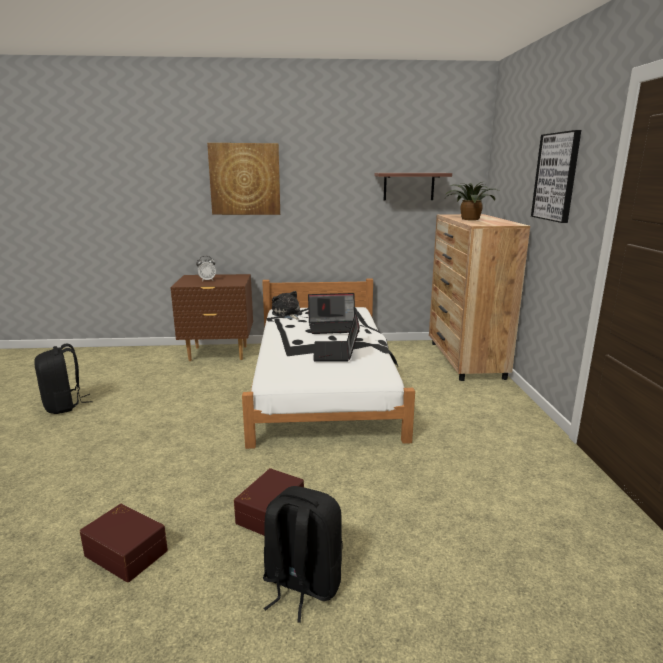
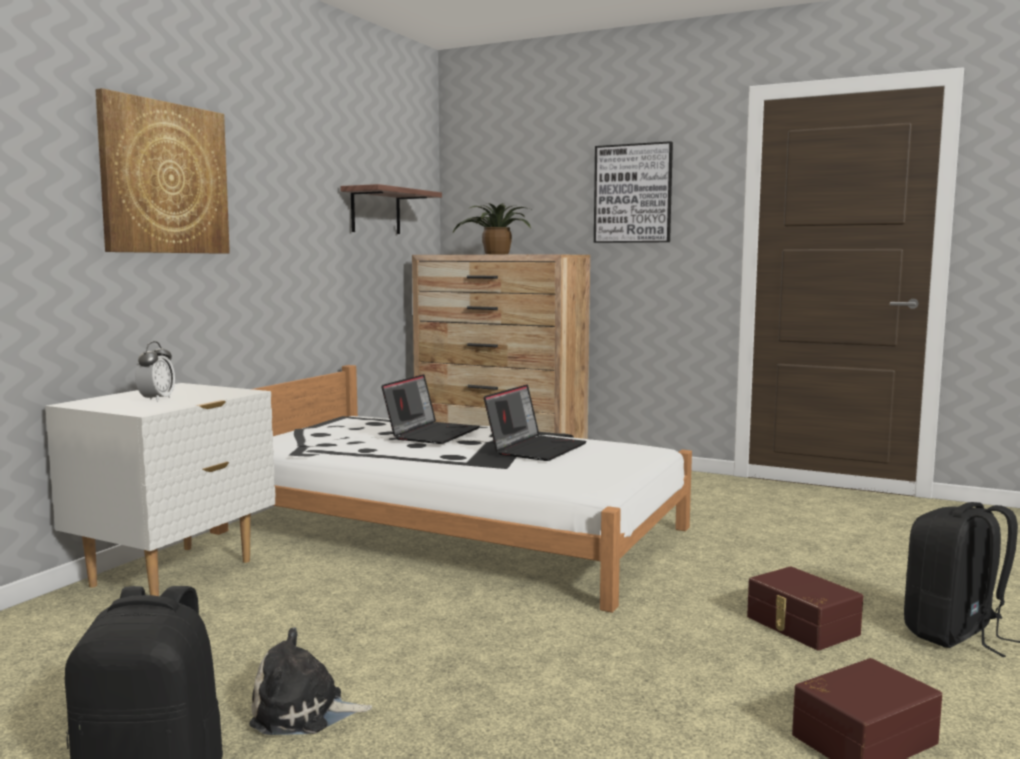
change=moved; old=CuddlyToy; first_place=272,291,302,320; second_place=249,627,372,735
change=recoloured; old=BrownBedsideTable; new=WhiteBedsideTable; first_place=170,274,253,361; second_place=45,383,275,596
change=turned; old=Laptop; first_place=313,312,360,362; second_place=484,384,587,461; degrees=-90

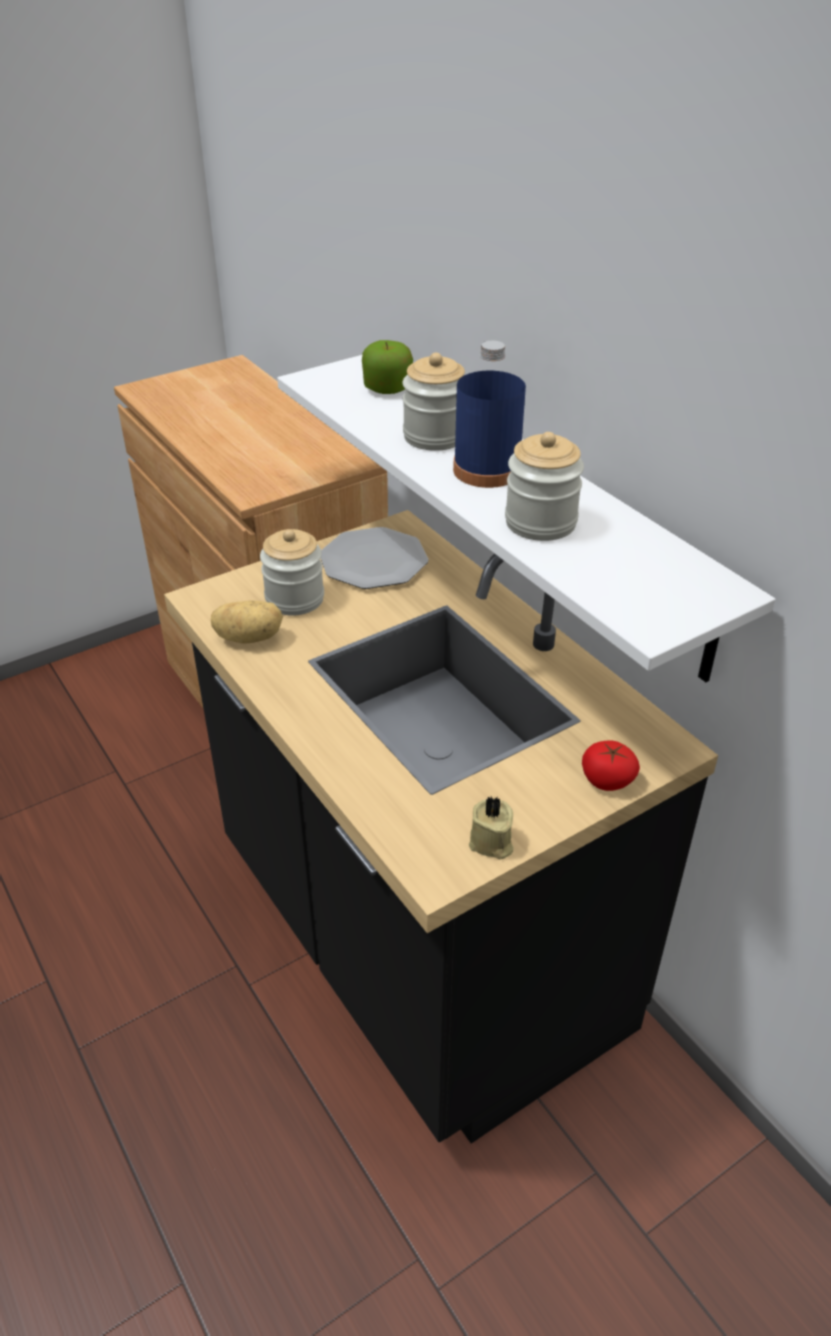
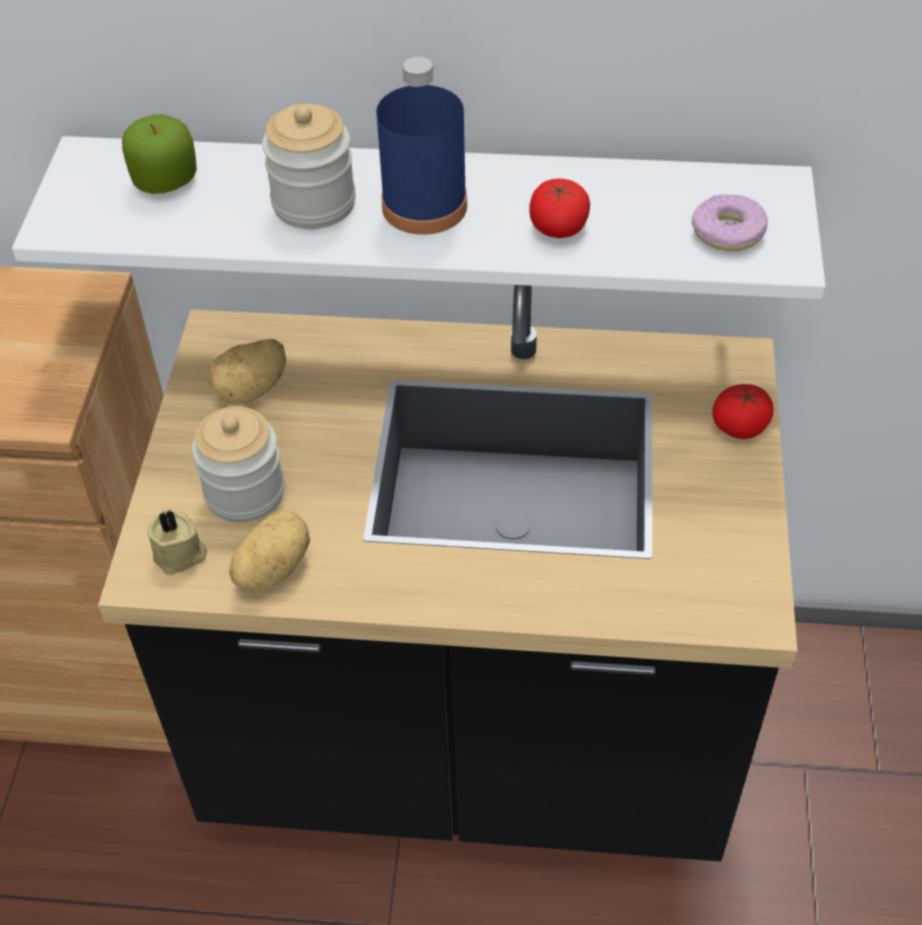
change=added; new=RingDoughnut; second_place=692,194,768,251
change=moved; old=BeigeColouredCandle; first_place=469,797,514,860; second_place=147,510,207,575
change=replaced; old=DinnerPlate; new=Spud; first_place=321,527,428,589; second_place=208,339,286,405
change=replaced; old=PreserveJar; new=Tomato; first_place=505,432,584,541; second_place=529,179,590,238

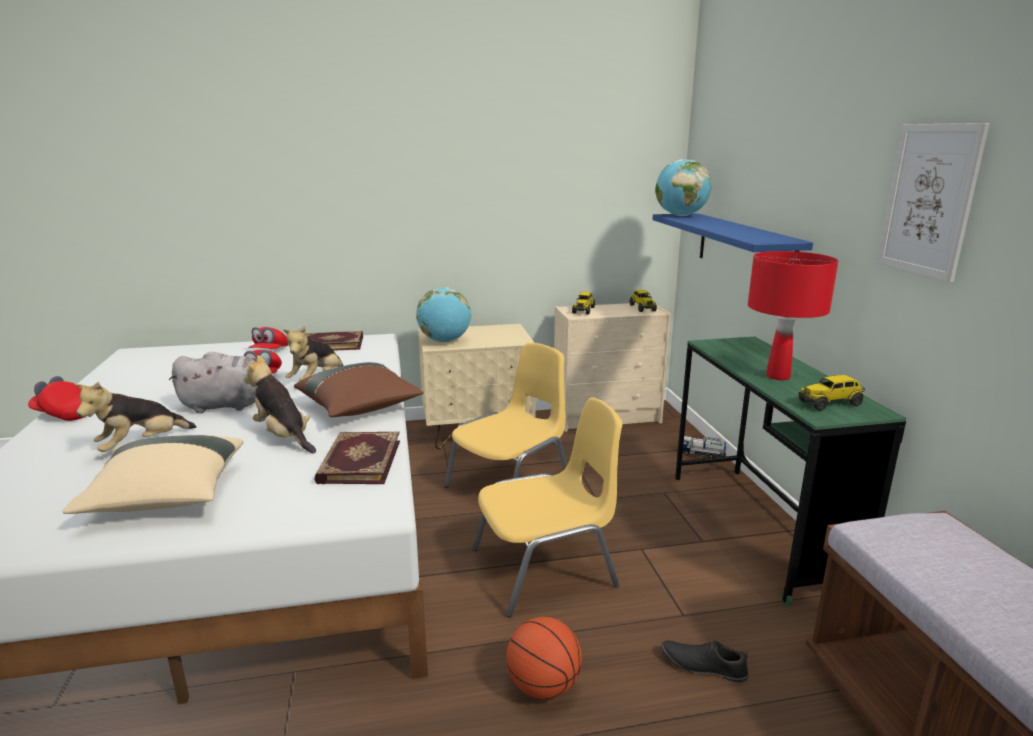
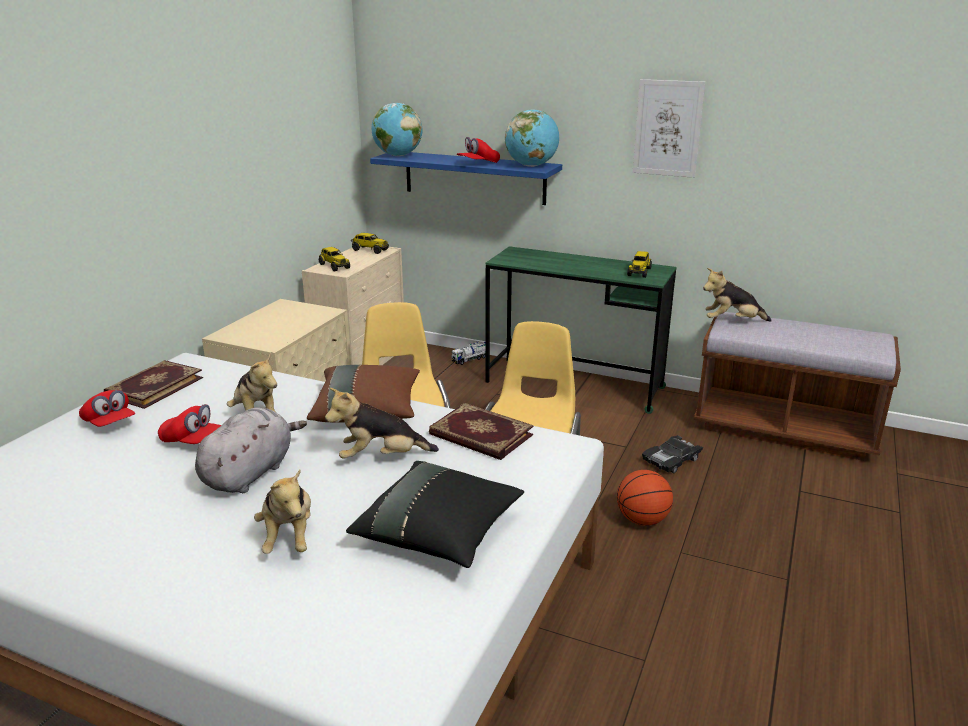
change=removed; old=RedLampForATable; first_place=748,251,838,380
change=added; new=CuddlyToy; second_place=703,268,772,322
change=moved; old=RedCap; first_place=28,376,86,421; second_place=457,137,500,163
change=moved; old=WorldGlobe; first_place=416,287,471,342; second_place=505,109,559,167
change=replaced; old=BlackishLowShoe; new=BlackishToyCar; first_place=661,640,748,682; second_place=642,435,703,474
change=recoloured; old=BeigeColouredThrowPillow; new=BlackishThrowPillow; first_place=62,435,243,514; second_place=346,461,524,568

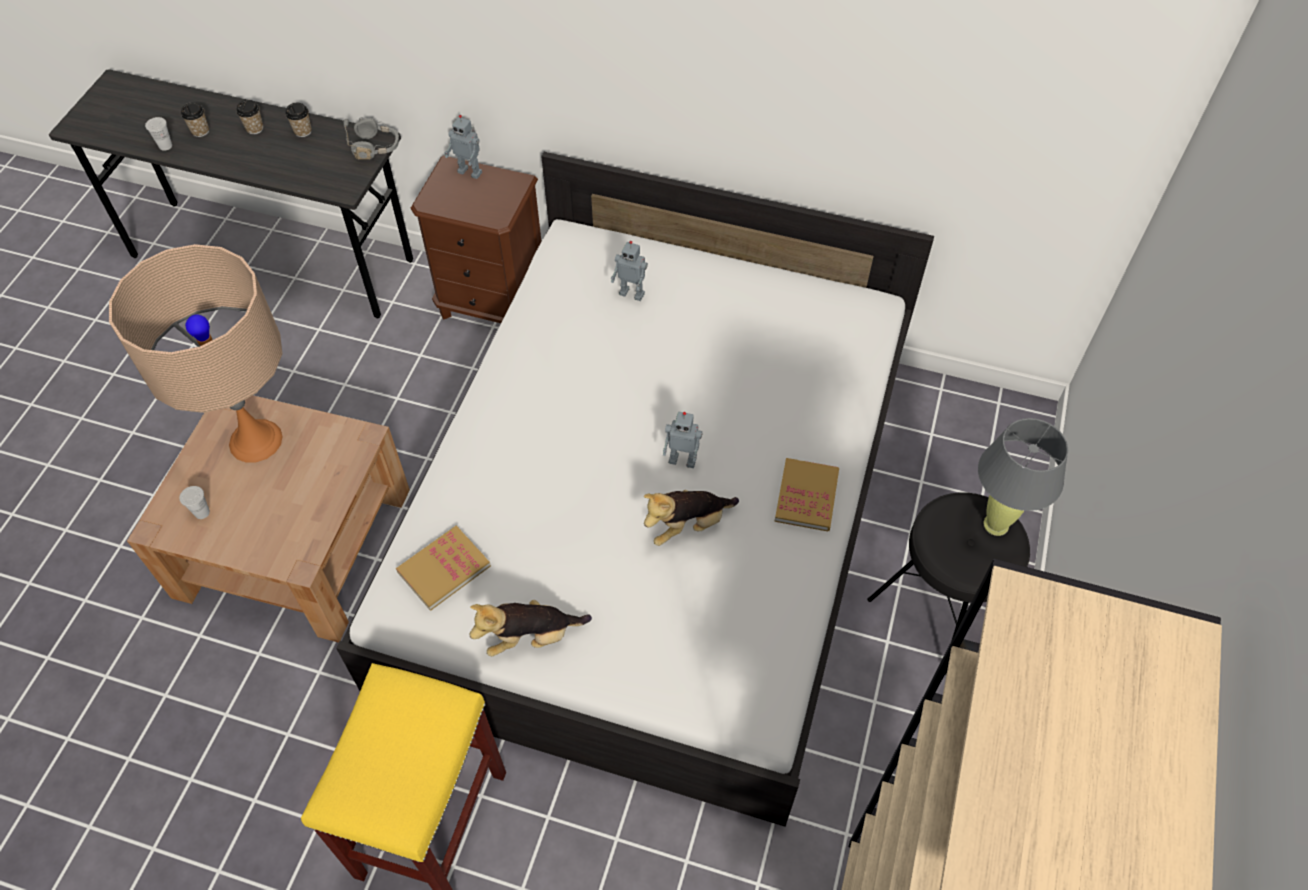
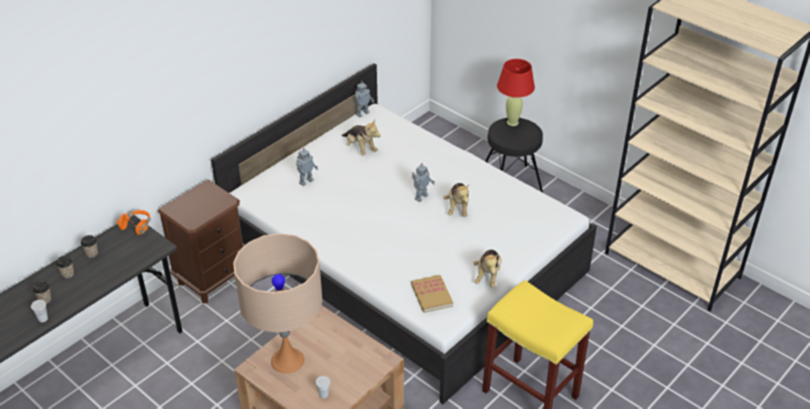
change=removed; old=Book; first_place=774,458,839,531
change=added; new=CuddlyToy; second_place=342,120,381,156
change=moved; old=ModelRobot; first_place=445,115,482,179; second_place=354,81,374,117
change=recoloured; old=GreyPairOfHeadphones; new=OrangeColouredPairOfHeadphones; first_place=343,118,399,160; second_place=116,210,151,235
change=recoloured; old=GreyLampForATable; new=RedLampForATable; first_place=978,418,1068,536; second_place=497,59,535,126

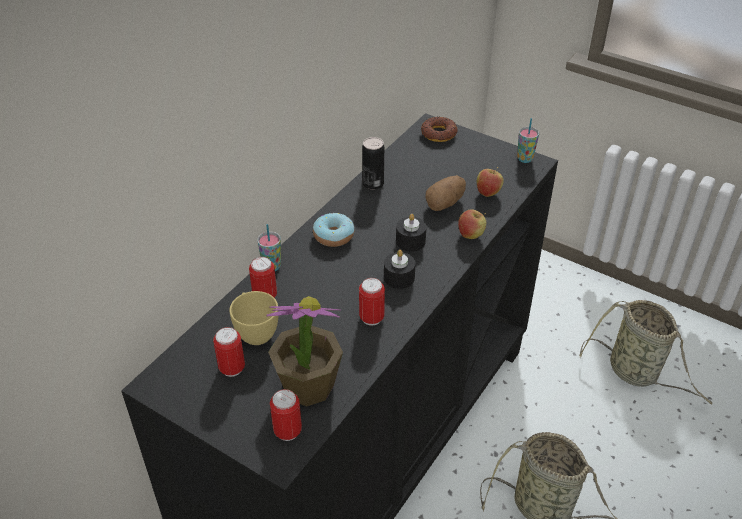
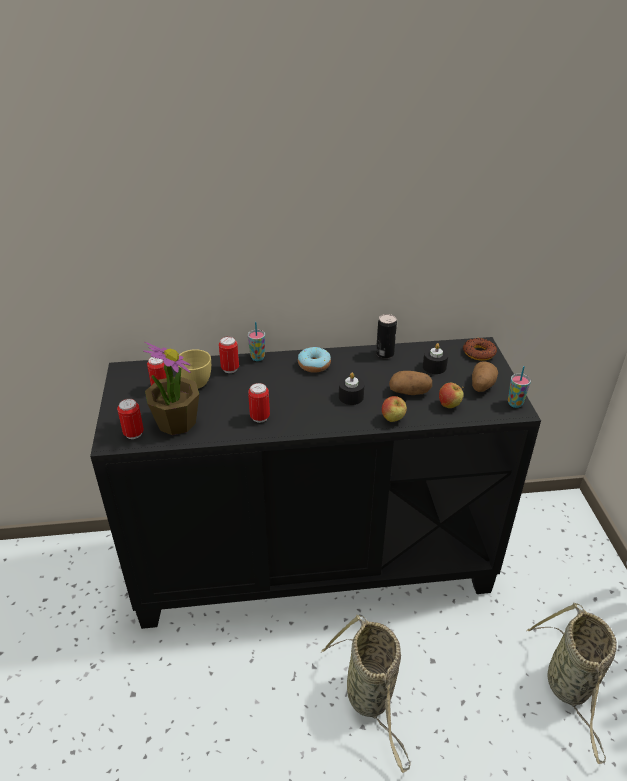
change=added; new=Spud; second_place=472,361,498,392
change=moved; old=BlackishCandle; first_place=384,250,415,289; second_place=423,343,448,374

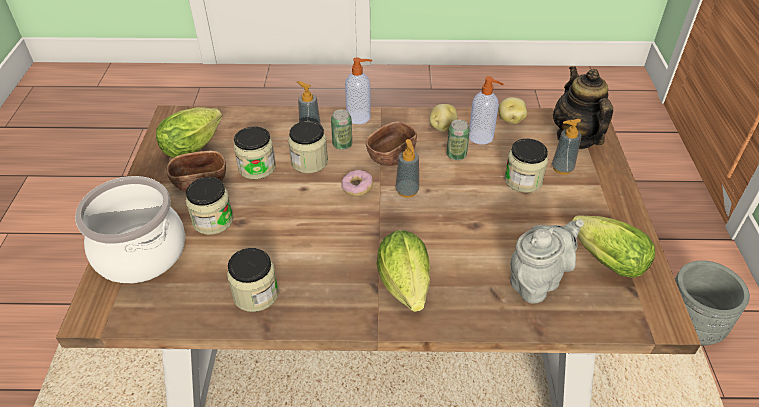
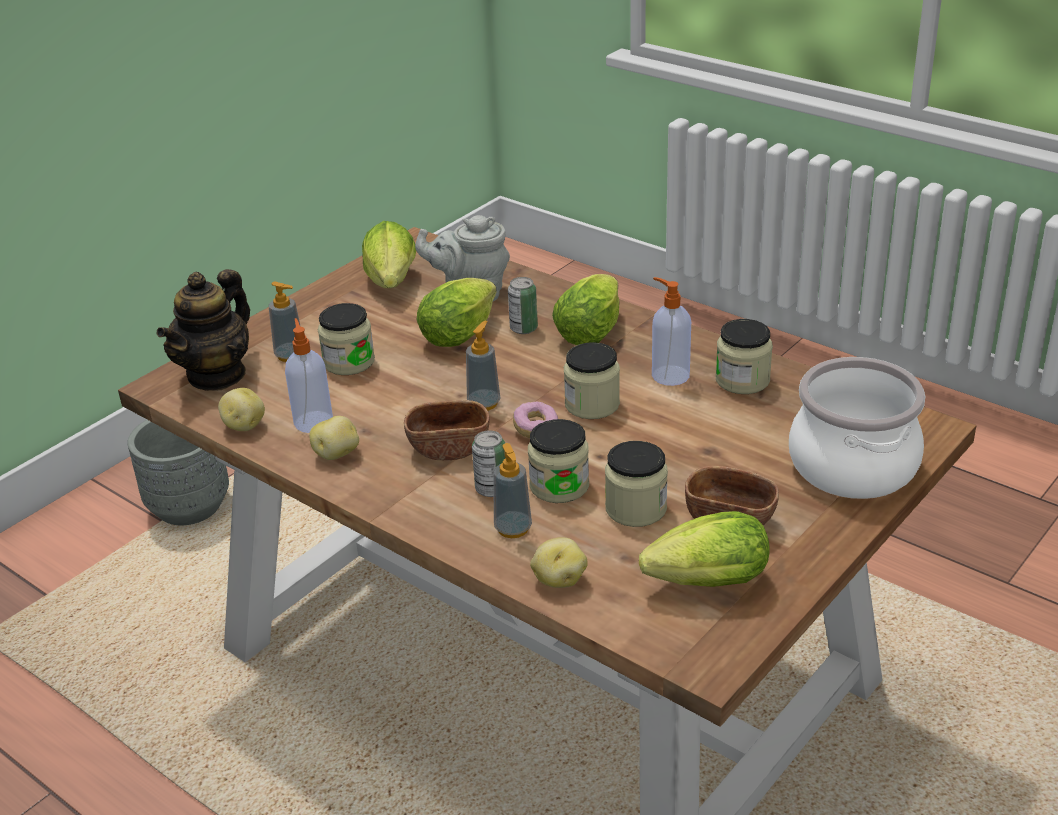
change=added; new=Lettuce; second_place=417,278,497,347
change=added; new=Spud; second_place=530,537,588,588
change=moved; old=PreserveJar; first_place=186,177,234,235; second_place=564,342,620,419
change=moved; old=SoapDispenser; first_place=345,57,372,124; second_place=652,277,691,386
change=moved; old=SealedCan; first_place=447,120,470,160; second_place=508,277,538,334

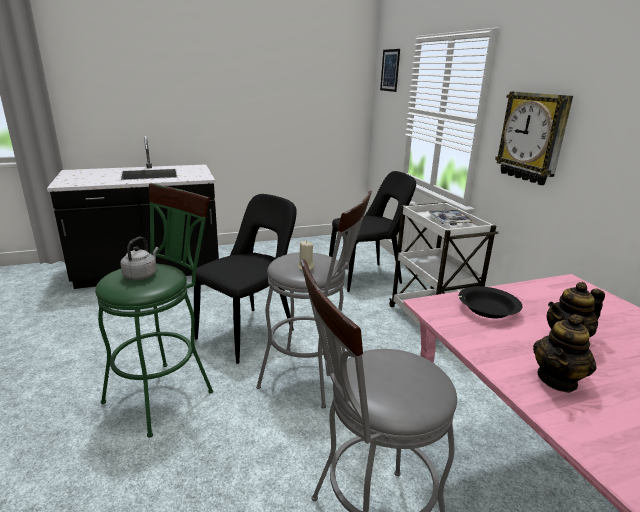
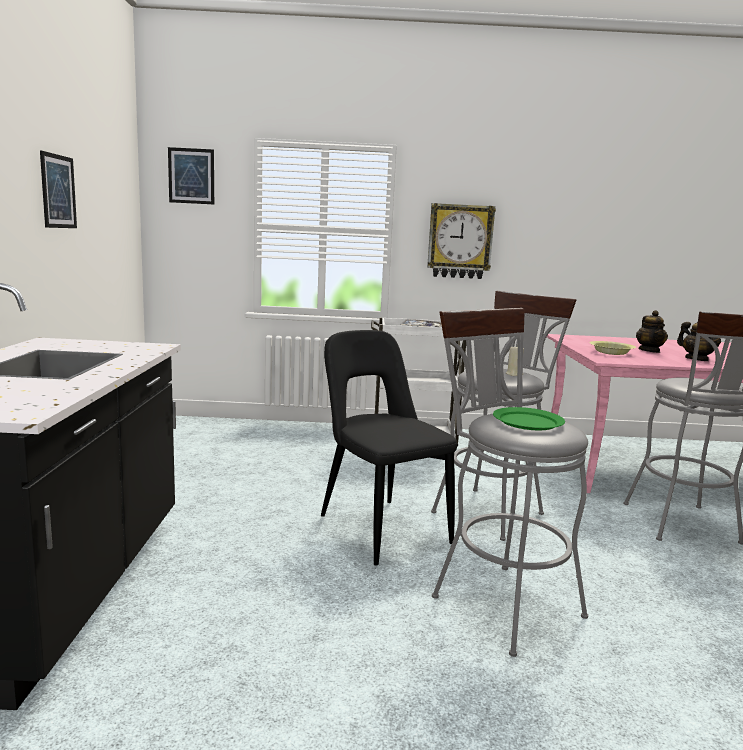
change=removed; old=BlackishChair; first_place=329,171,416,292
change=added; new=WallPicture; second_place=40,150,77,228
change=replaced; old=GreyWaterKettle; new=GreenColouredDinnerPlate; first_place=120,237,159,280; second_place=493,407,565,430
change=recoloured; old=GreenColouredStoolSeat; new=GreyStoolSeat; first_place=95,183,213,438; second_place=432,308,588,657
change=recoloured; old=BlackishBowl; new=YellowBowl; first_place=459,286,523,318; second_place=589,341,636,355

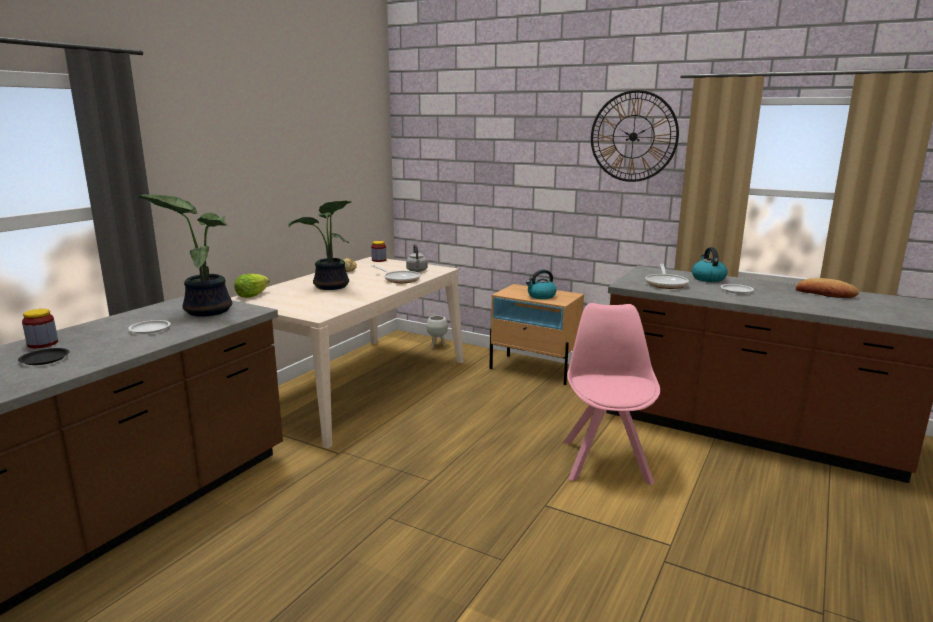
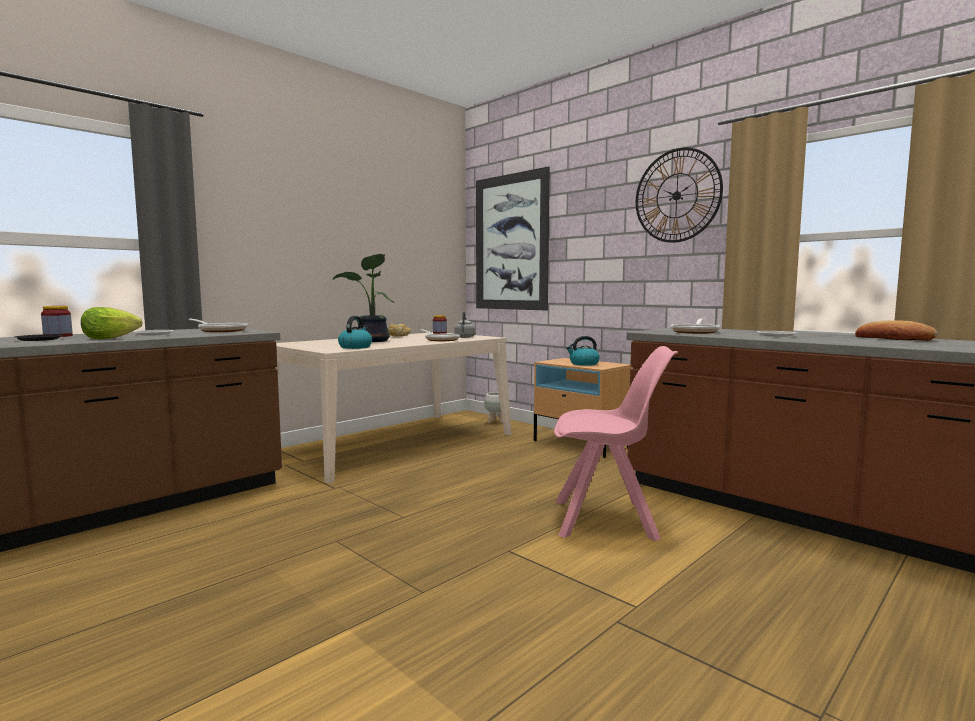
change=added; new=WallPicture; second_place=476,166,550,310
change=moved; old=Lettuce; first_place=234,274,270,298; second_place=81,307,142,339
change=moved; old=WaterKettle; first_place=692,247,727,282; second_place=338,316,372,349
change=replaced; old=PottedPlant; new=Skillet; first_place=137,194,232,317; second_place=188,319,248,332
change=turned; old=PinkChair; first_place=564,303,660,485; second_place=554,346,678,541; degrees=75

